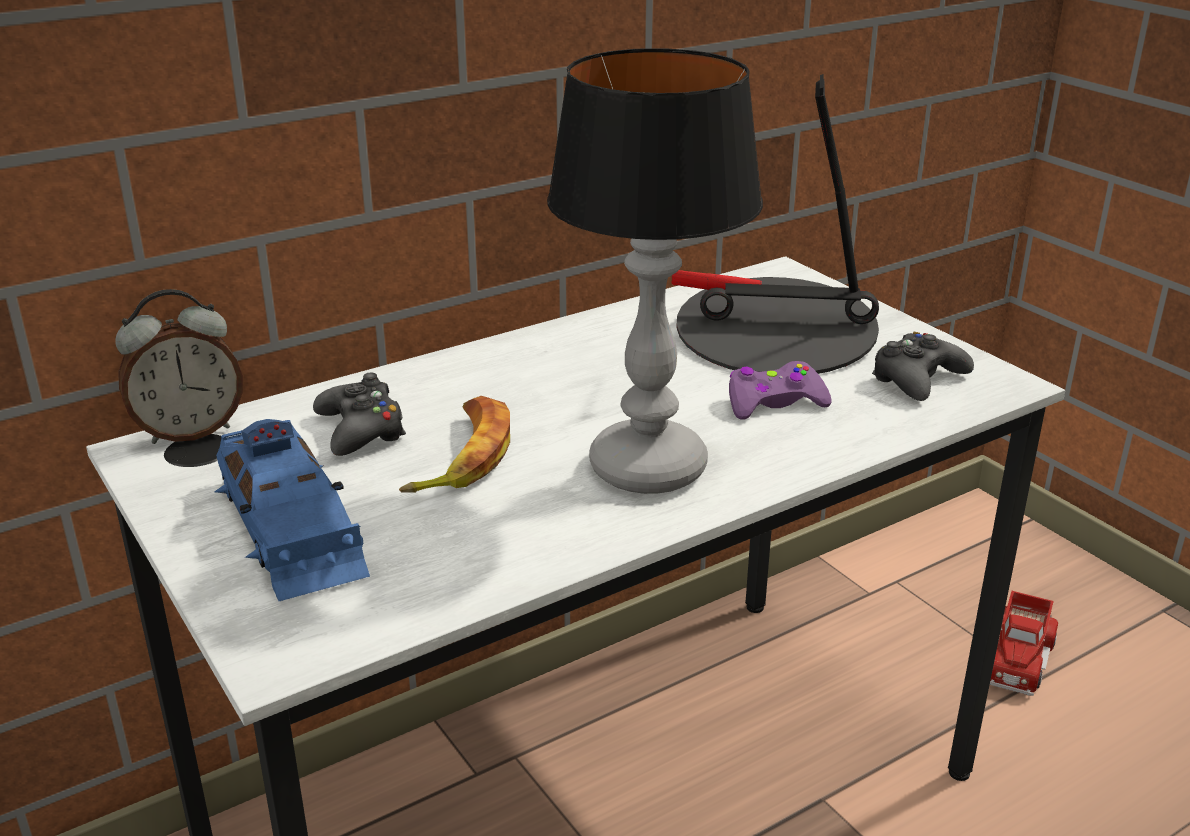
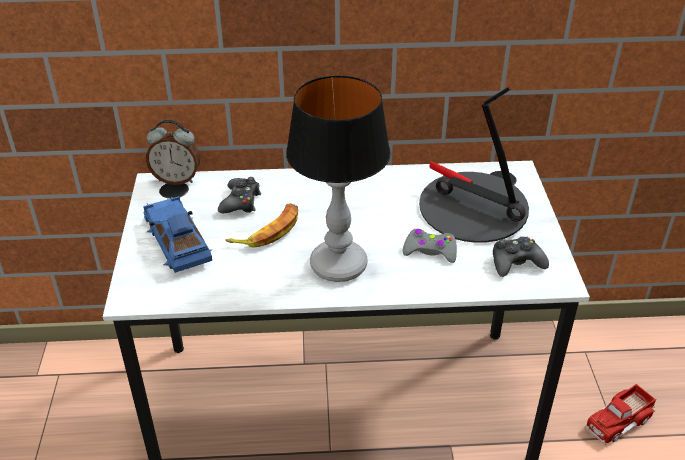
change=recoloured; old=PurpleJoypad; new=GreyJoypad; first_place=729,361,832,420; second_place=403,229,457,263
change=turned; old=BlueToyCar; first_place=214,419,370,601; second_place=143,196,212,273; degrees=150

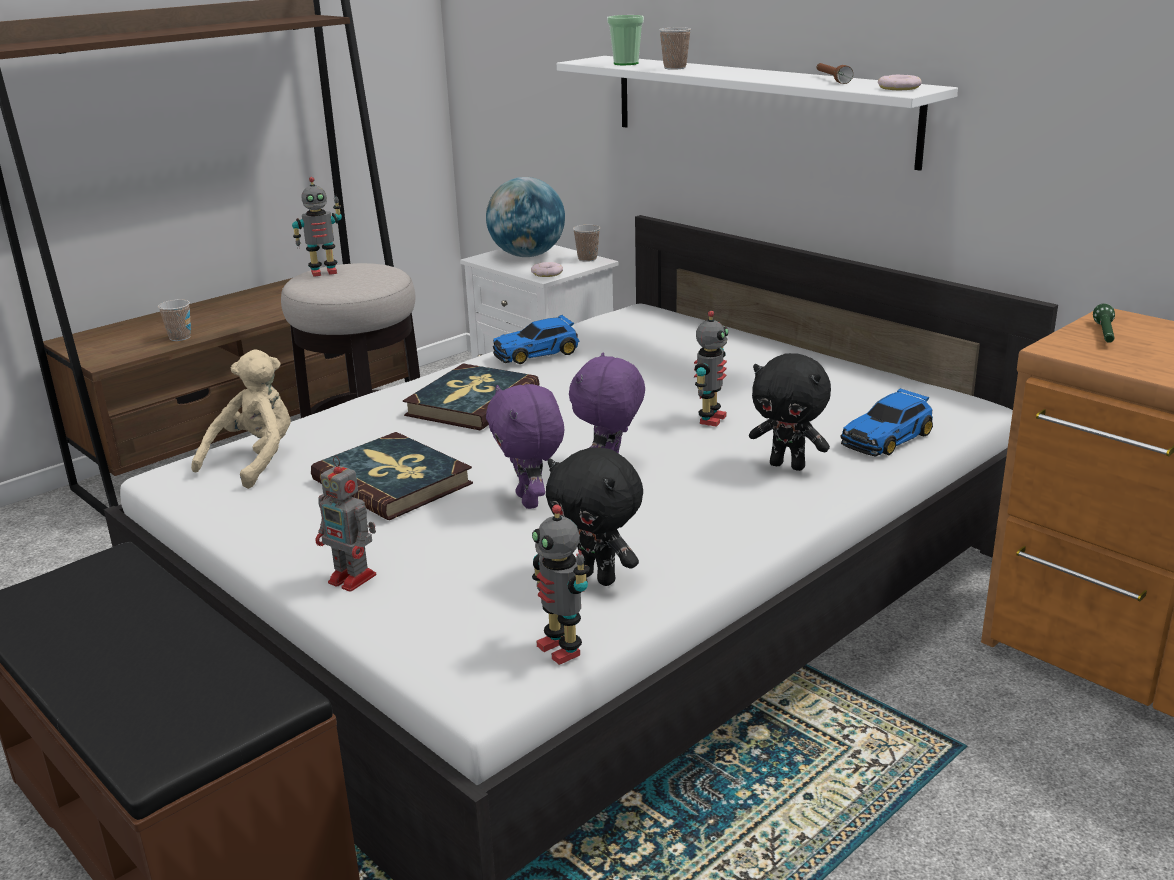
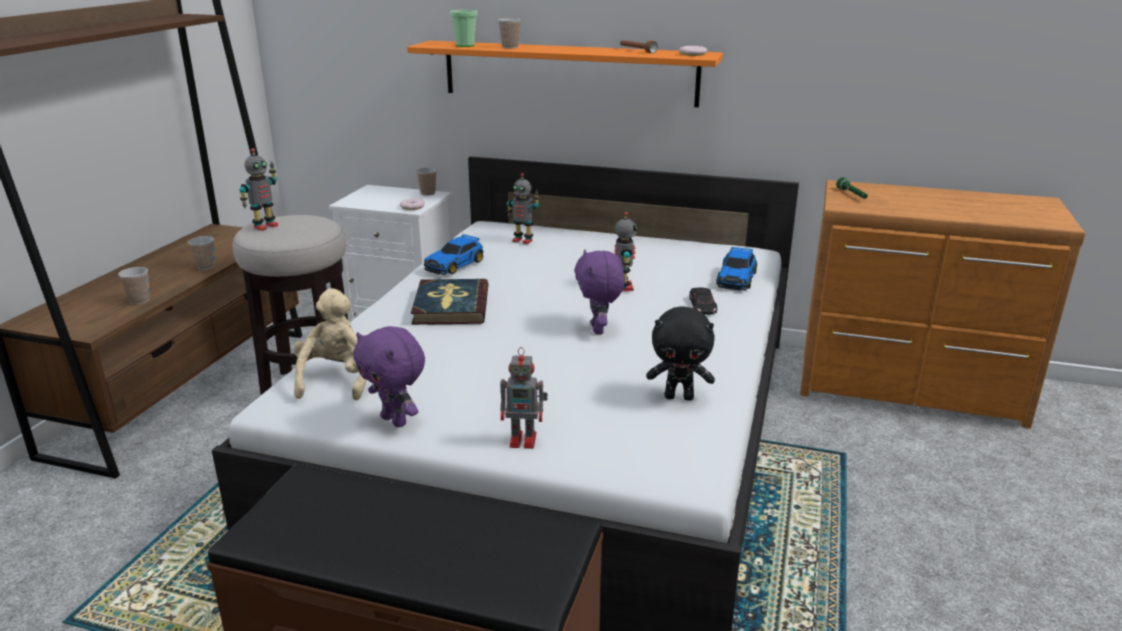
change=removed; old=Book; first_place=311,432,473,520
change=removed; old=WorldGlobe; first_place=486,177,565,257
change=added; new=SmallCup; second_place=188,236,215,270
change=moved; old=PurpleCuddlyToy; first_place=486,384,564,509; second_place=353,326,425,427
change=moved; old=ModelRobot; first_place=532,504,590,665; second_place=506,173,540,244
change=replaced; old=BlackishCuddlyToy; new=BlackishToyCar; first_place=749,353,831,471; second_place=689,287,717,315
change=recoloured; old=WhiteBracketShelf; new=OrangeColouredBracketShelf; first_place=557,56,958,171; second_place=407,41,723,107

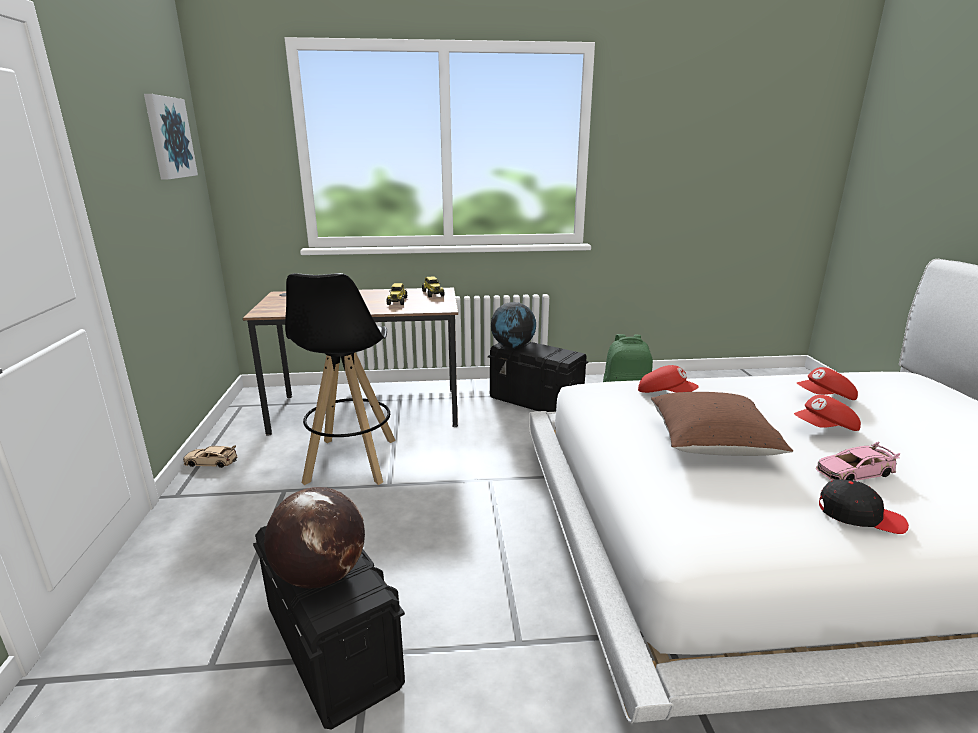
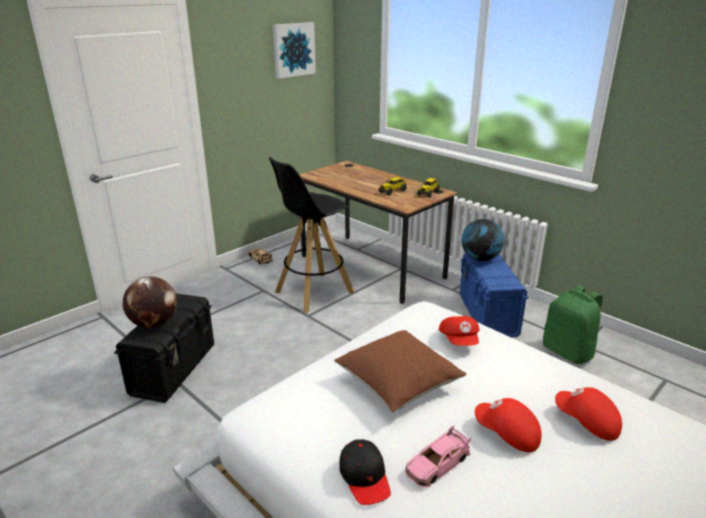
change=recoloured; old=BlackishStorageBin; new=BlueStorageBin; first_place=488,342,588,412; second_place=460,253,529,338
change=turned; old=PinkToyCar; first_place=816,442,900,481; second_place=405,425,471,487; degrees=-75

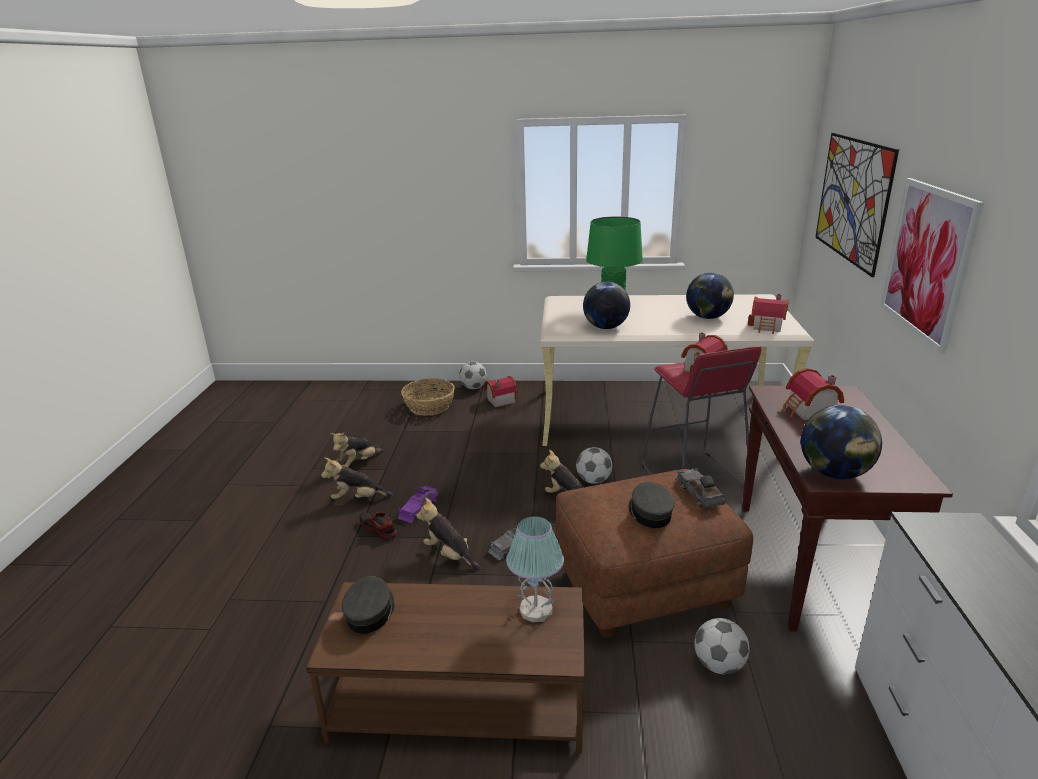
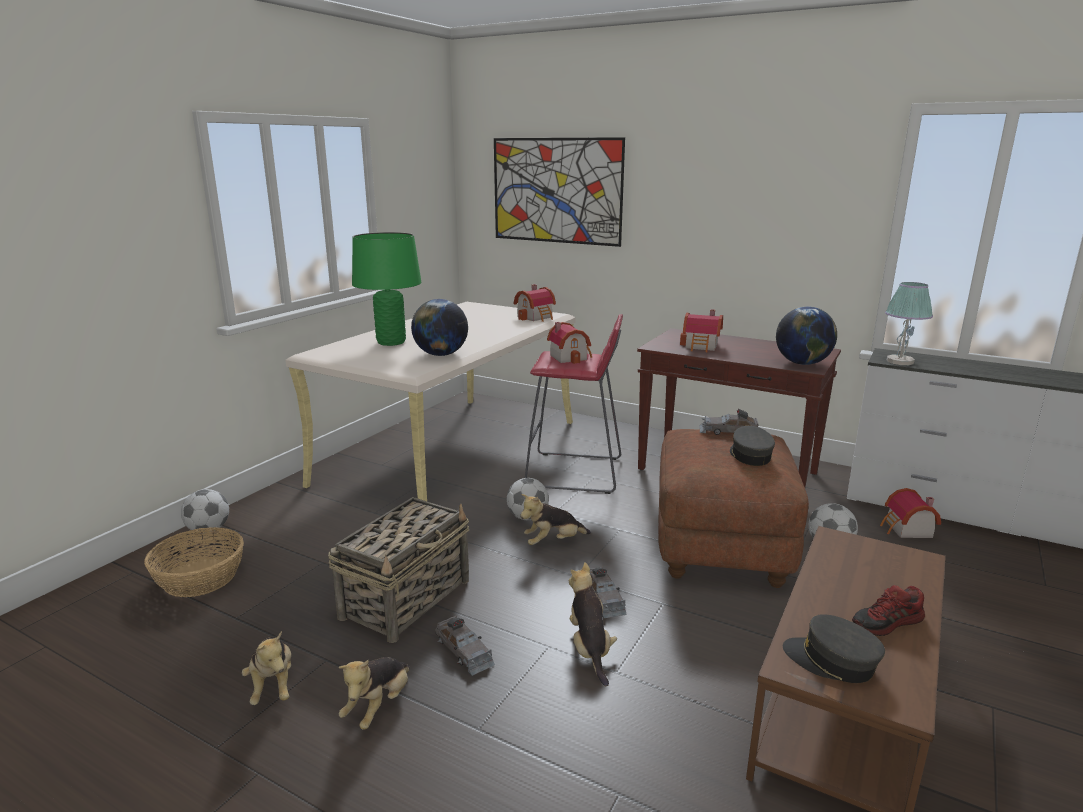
change=removed; old=WorldGlobe; first_place=686,273,734,319
change=removed; old=WallPicture; first_place=880,178,984,354
change=added; new=Basket; second_place=328,497,469,643
change=moved; old=LowShoe; first_place=359,512,397,540; second_place=852,585,925,636
change=moved; old=MiniatureHouse; first_place=484,376,518,407; second_place=880,488,941,538
change=moved; old=LampForATable; first_place=506,516,564,622; second_place=885,282,933,365
change=recoloured; old=PurpleToyCar; new=GreyToyCar; first_place=397,486,439,523; second_place=435,616,495,676
change=turned; old=CuddlyToy; first_place=416,498,481,570; second_place=569,562,617,686; degrees=105
change=turned; old=GreyCap; first_place=629,482,675,528; second_place=730,426,775,466; degrees=75

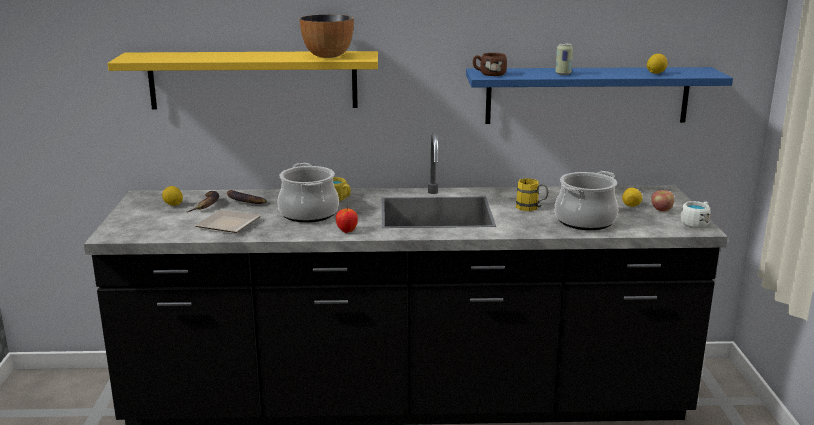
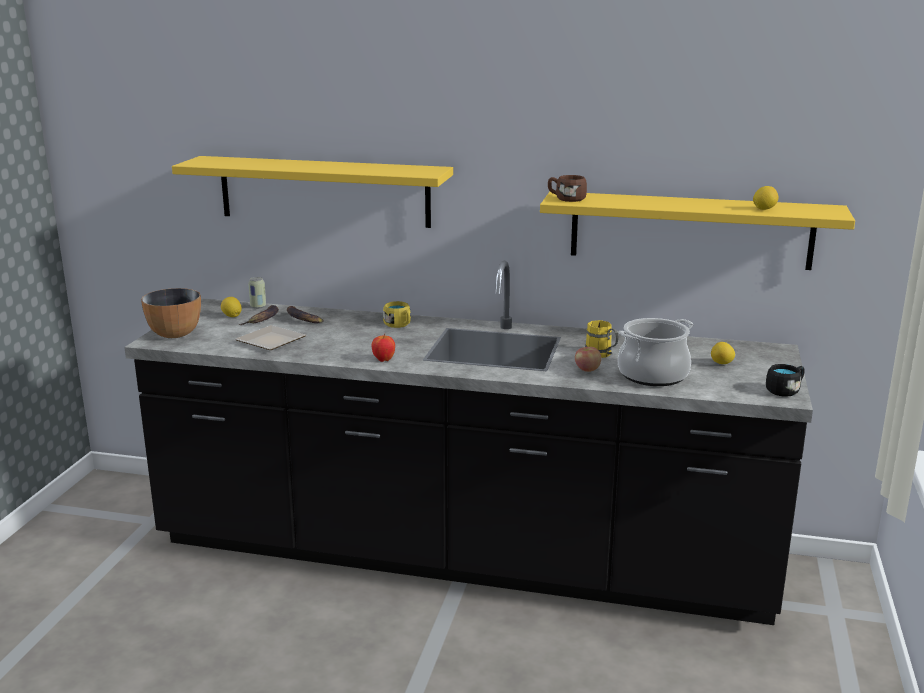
change=removed; old=CookingPot; first_place=278,163,339,223
change=moved; old=Bowl; first_place=300,14,354,58; second_place=141,288,201,338
change=moved; old=SealedCan; first_place=555,43,573,75; second_place=248,277,266,309
change=moved; old=Apple; first_place=651,190,674,211; second_place=575,347,601,372
change=recoloured; old=BlueBracketShelf; new=YellowBracketShelf; first_place=466,67,733,124; second_place=540,192,855,270
change=recoloured; old=WhiteTeaMug; new=BlackishTeaMug; first_place=681,201,710,228; second_place=766,364,805,397

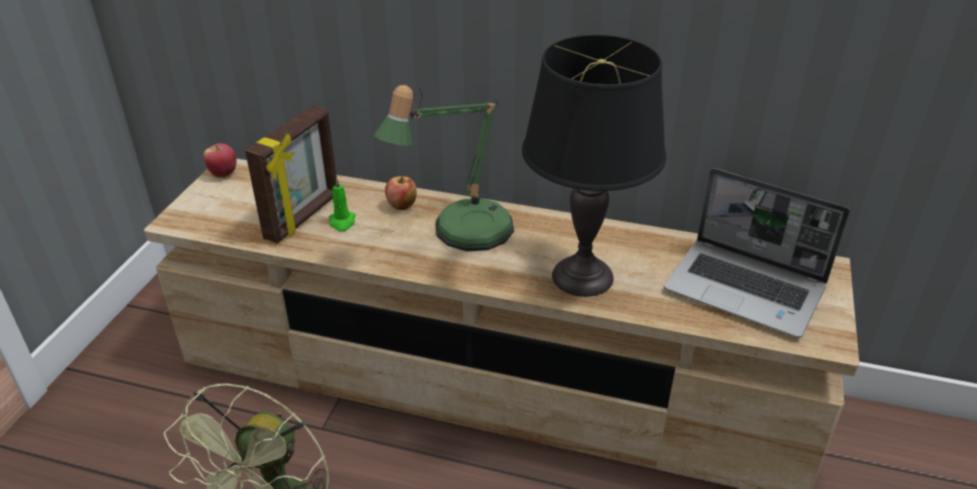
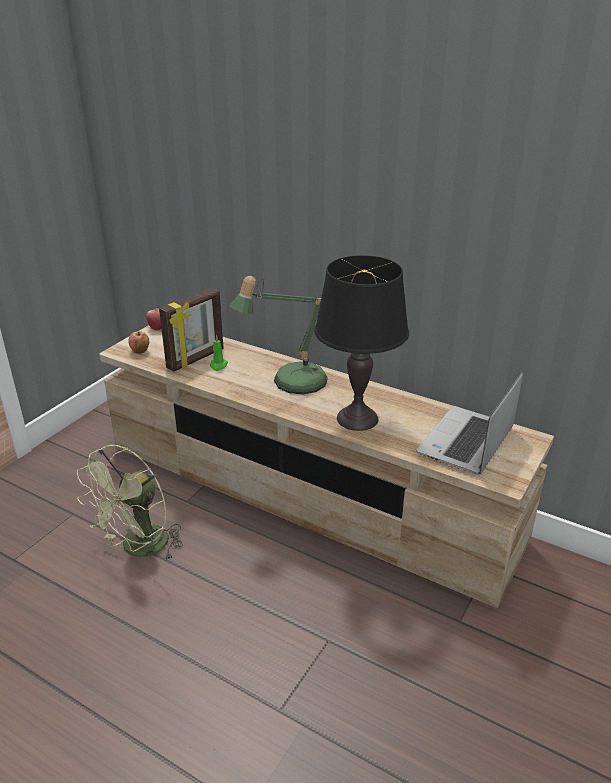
change=moved; old=Apple; first_place=385,176,417,210; second_place=128,331,149,354
change=turned; old=Laptop; first_place=664,168,850,338; second_place=416,372,523,475; degrees=75

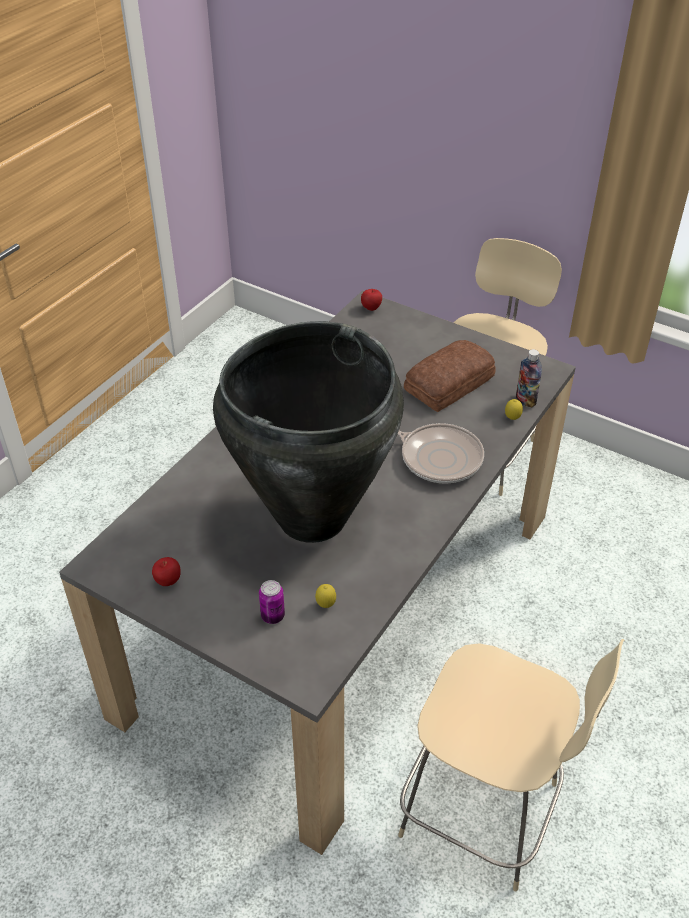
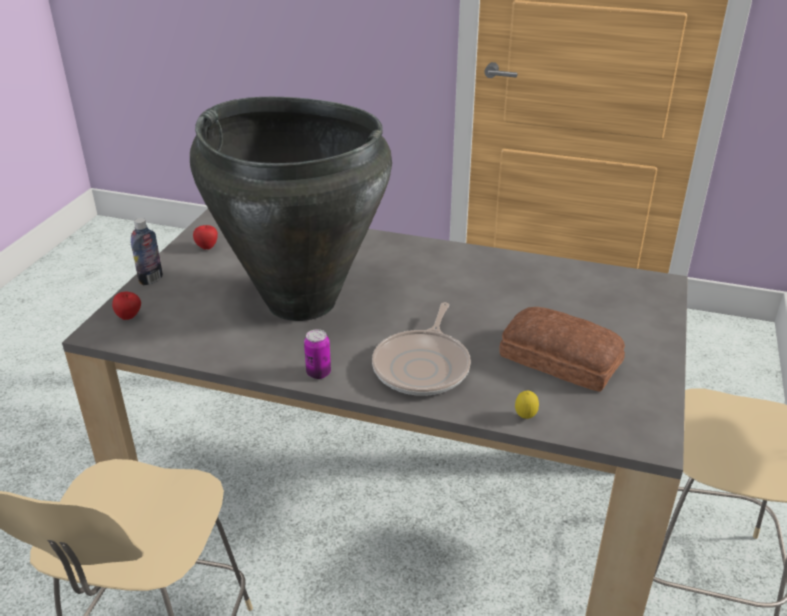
change=removed; old=WholeLemon; first_place=315,584,336,608
change=moved; old=SealedCan; first_place=259,580,285,624; second_place=304,329,331,379
change=moved; old=Apple; first_place=361,289,382,311; second_place=112,292,141,320
change=moved; old=DrinkBottle; first_place=516,349,542,408; second_place=131,218,163,285

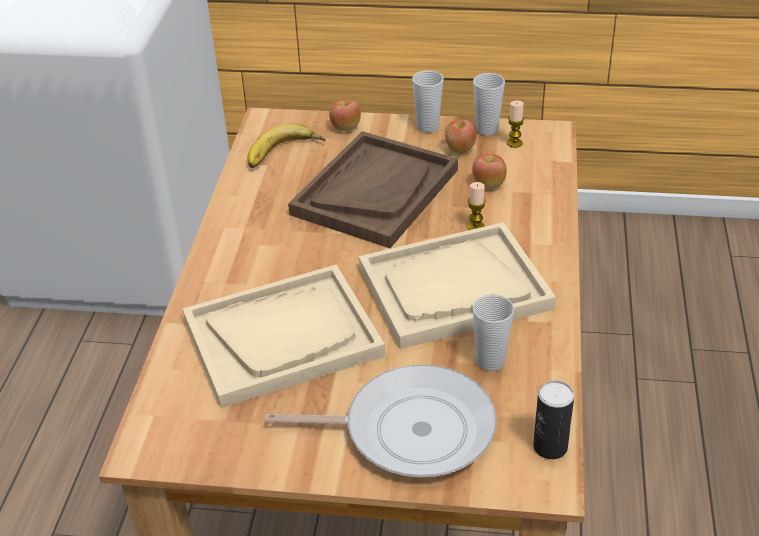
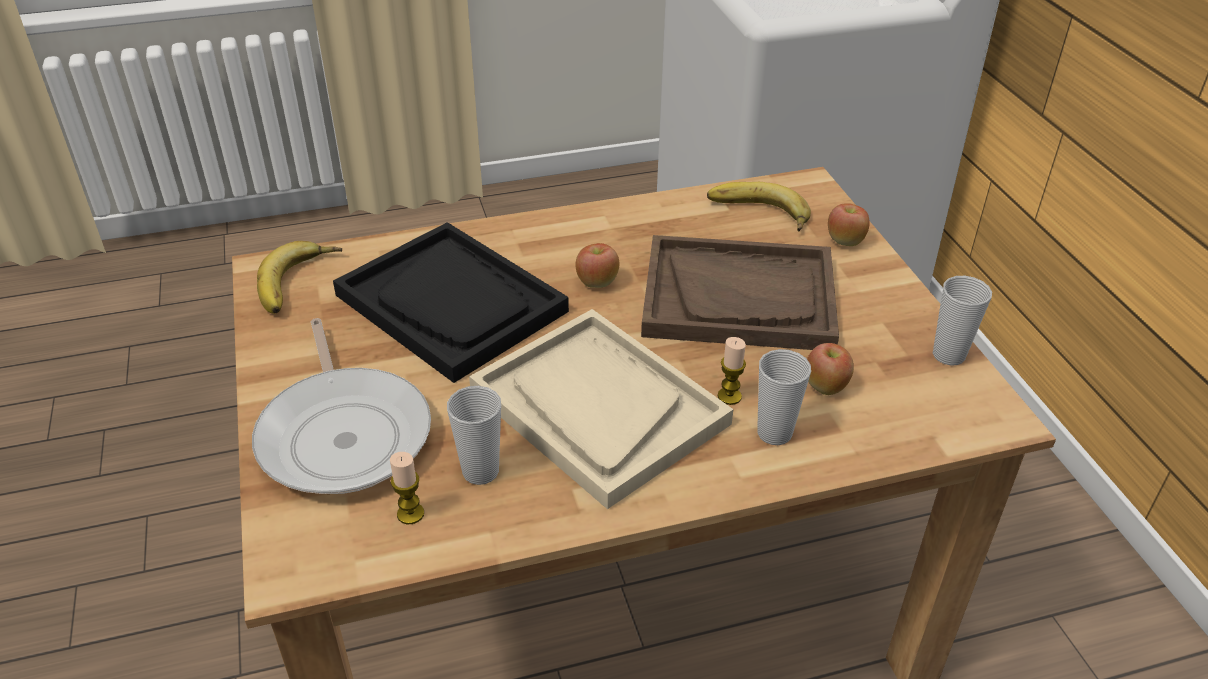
change=removed; old=SealedCan; first_place=533,380,574,459
change=added; new=BananaFruit; second_place=257,241,342,314
change=moved; old=SmallCup; first_place=412,70,444,133; second_place=757,349,811,445
change=moved; old=Apple; first_place=445,119,477,155; second_place=575,243,619,288
change=moved; old=Candle; first_place=507,101,524,148; second_place=390,452,424,525
change=recoloured; old=BeigeColouredServingTray; new=BlackishServingTray; first_place=183,265,385,408; second_place=333,222,569,383

